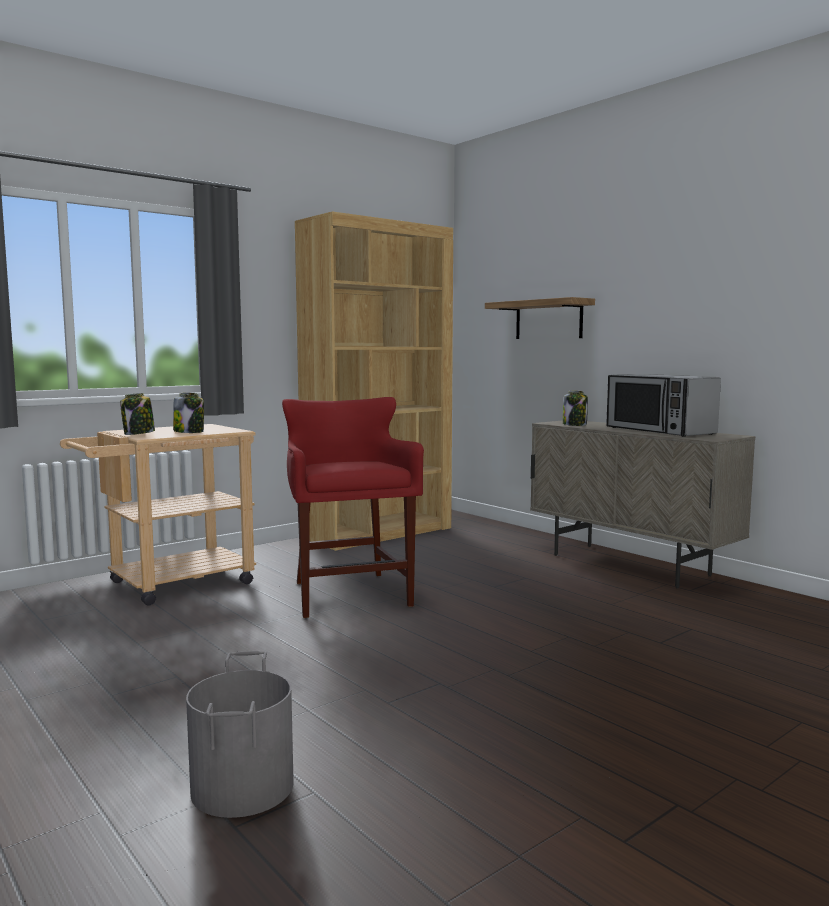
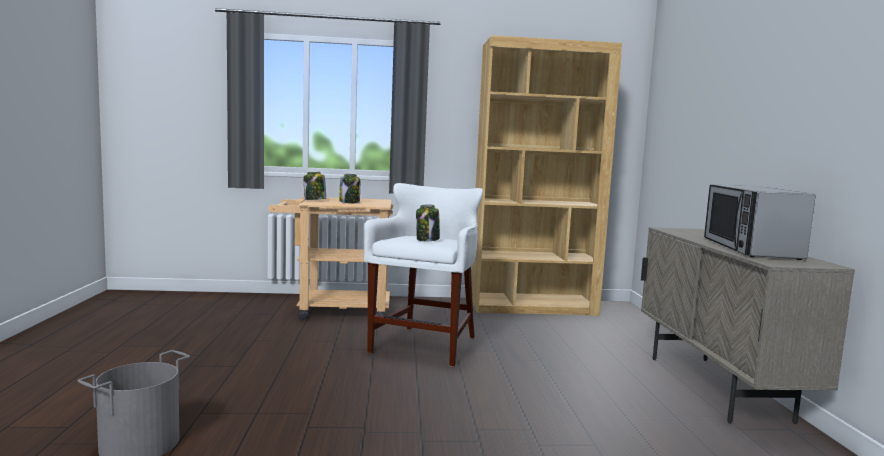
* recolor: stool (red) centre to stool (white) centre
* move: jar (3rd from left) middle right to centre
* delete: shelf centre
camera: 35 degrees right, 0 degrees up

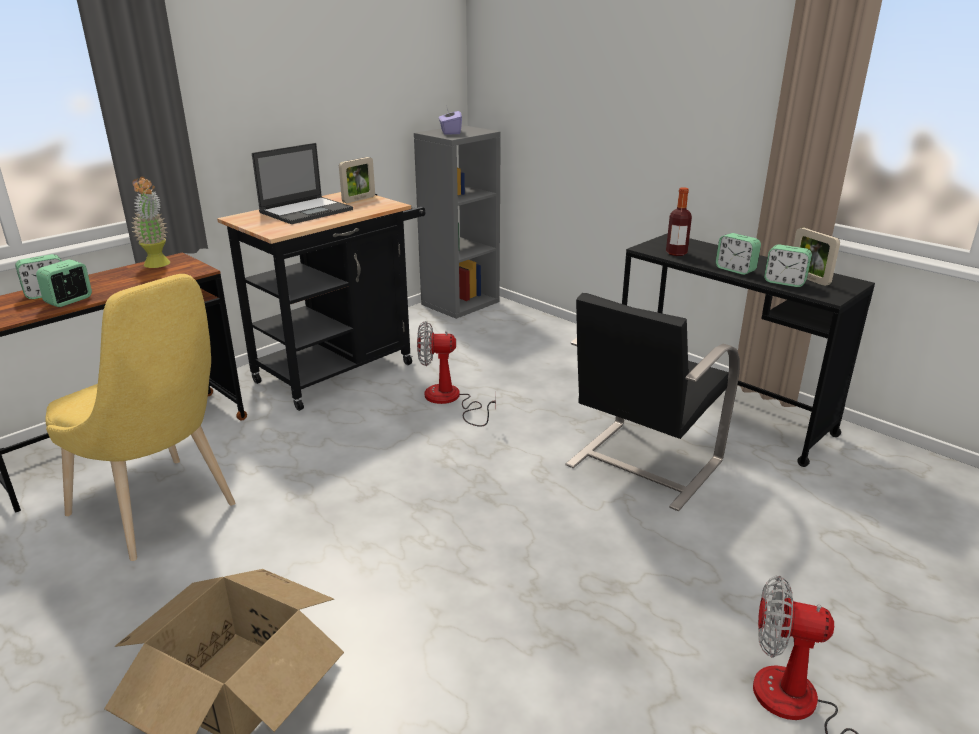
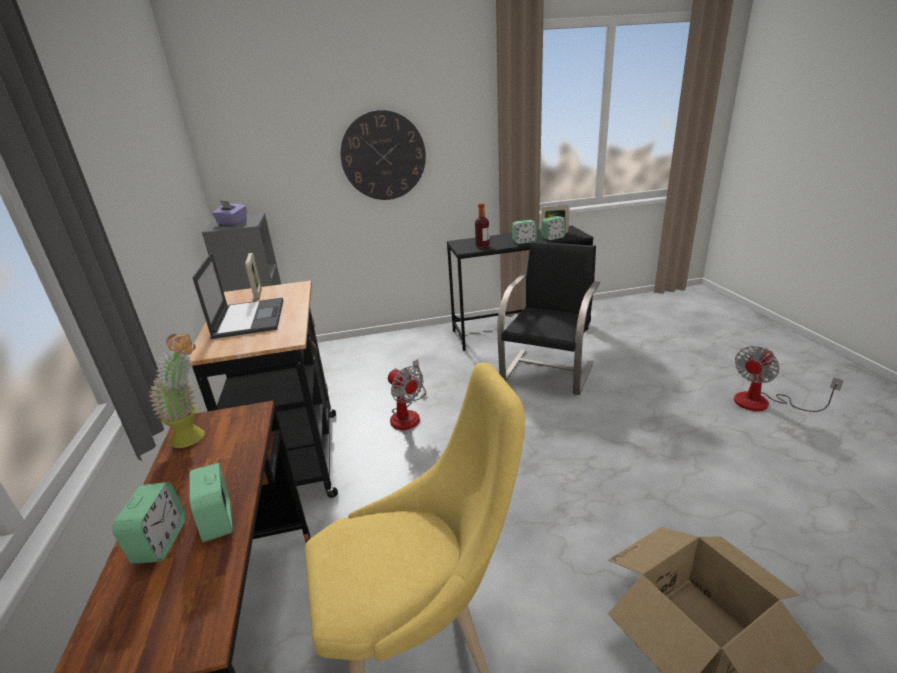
* insert: wall clock top centre
* rotate: fan (1st from left) centre = centre 75 degrees counterclockwise
* rotate: chair (black) centre = centre 135 degrees counterclockwise
camera: 55 degrees left, 0 degrees up

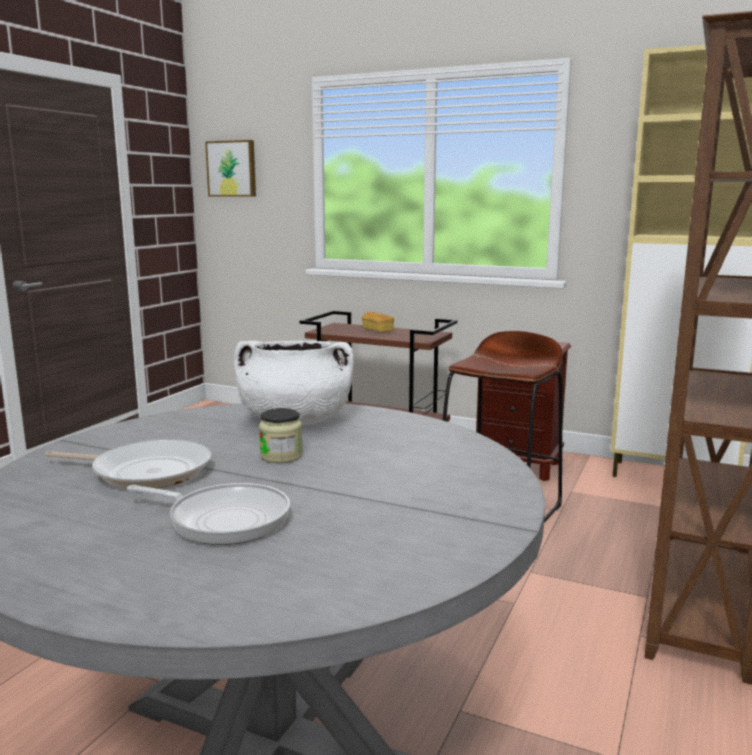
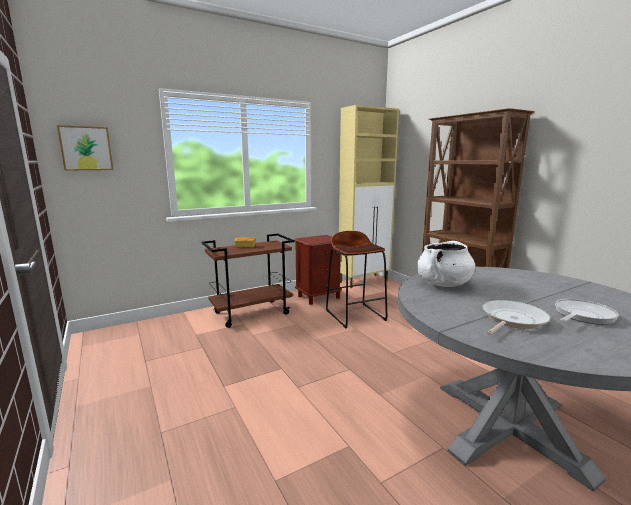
* delete: jar centre
camera: 55 degrees left, 0 degrees up

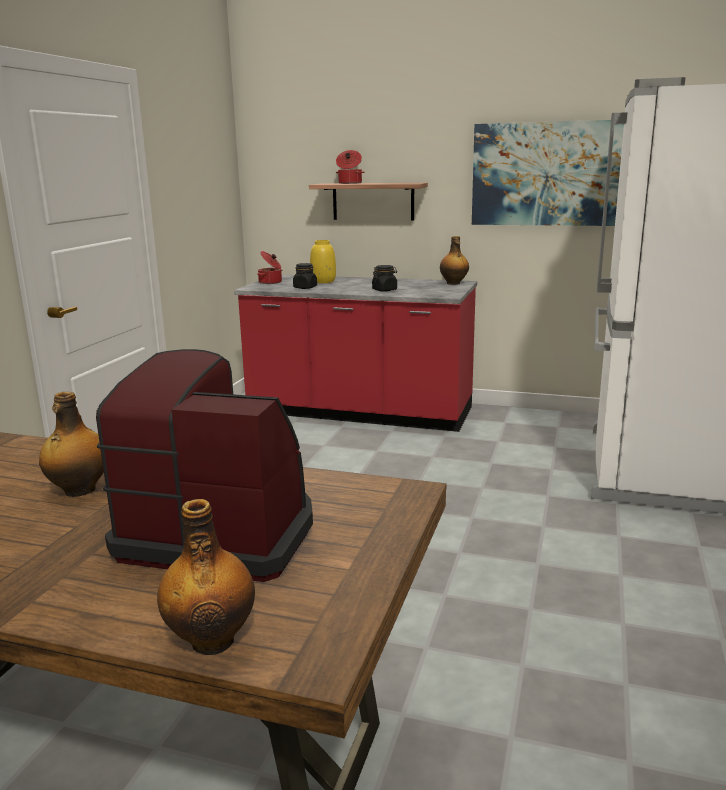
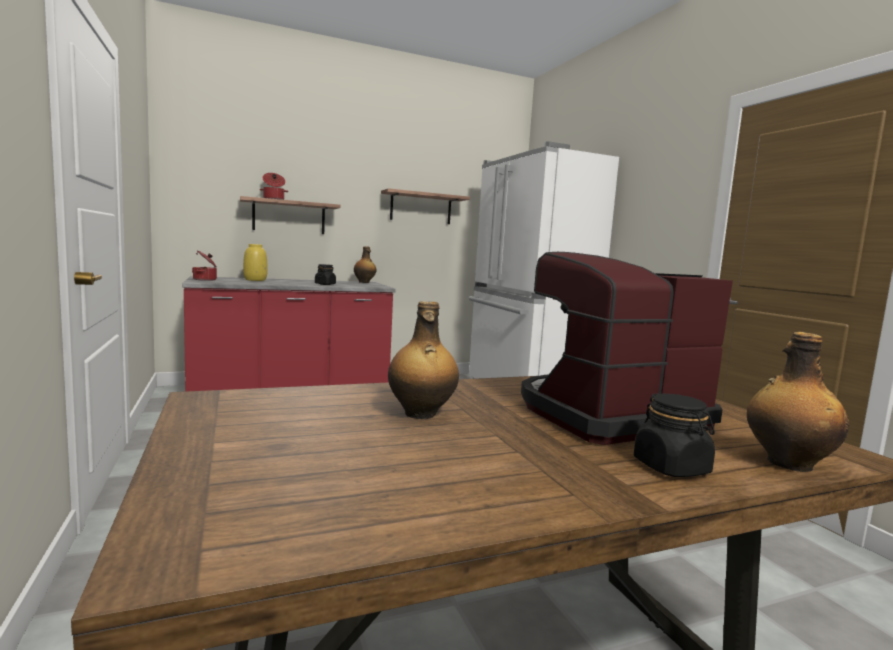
* replace: picture top right to shelf (2nd from left) top centre
* move: jar (black) (1st from left in the first image) centre to jar (black) (2nd from left) bottom right
camera: 40 degrees left, 10 degrees down

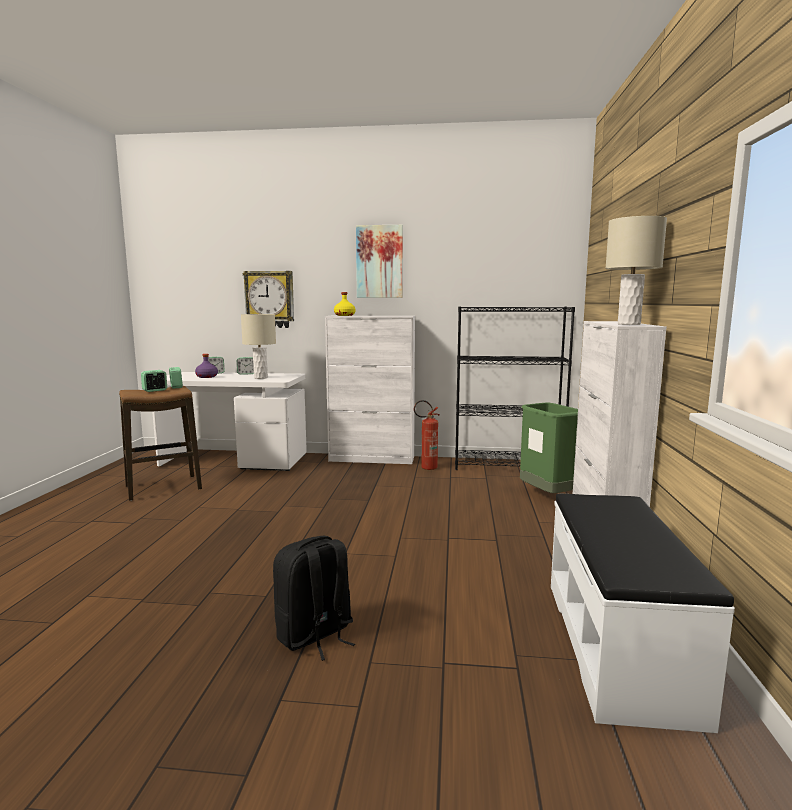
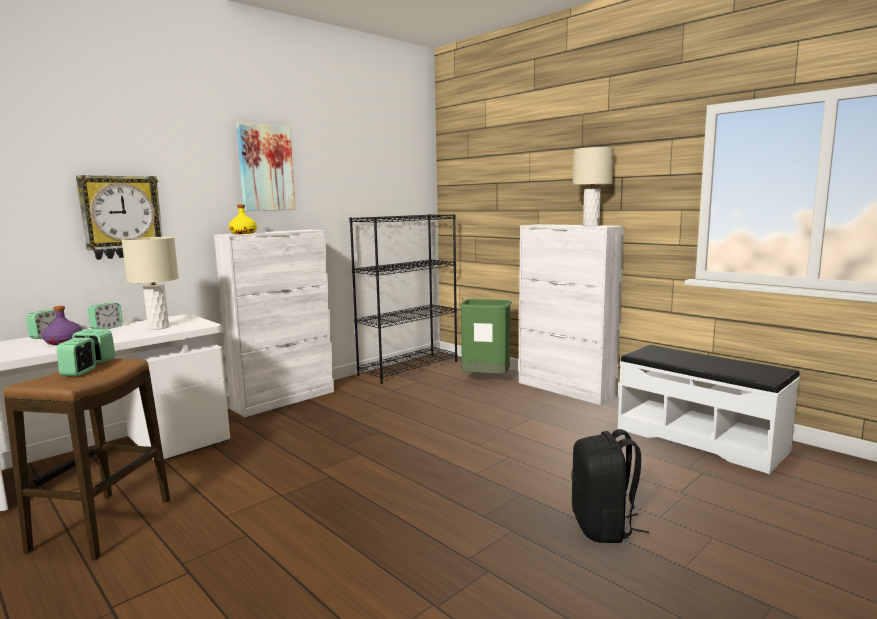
* delete: fire extinguisher centre
camera: 50 degrees left, 0 degrees up

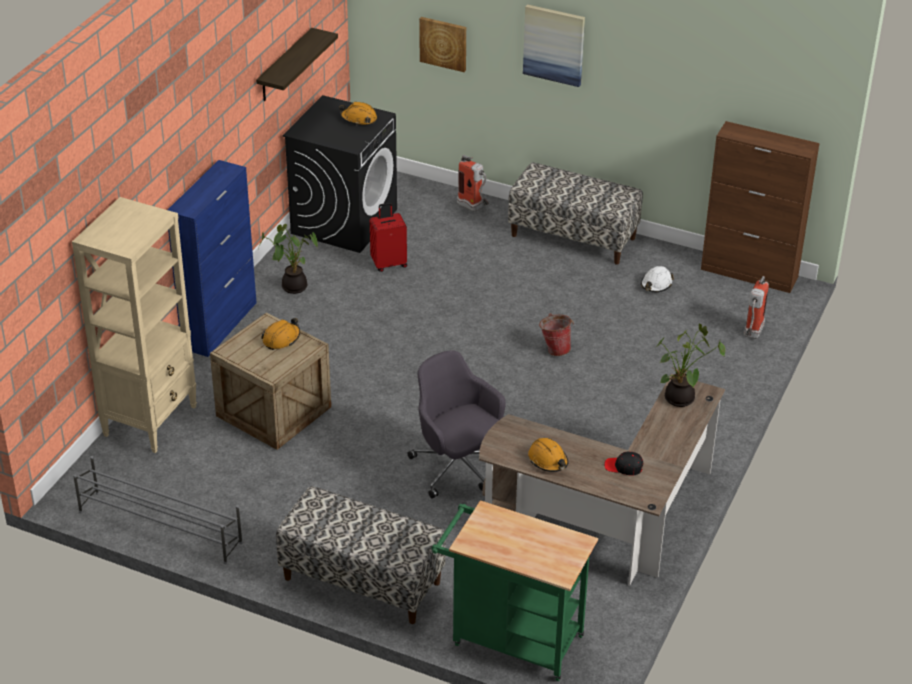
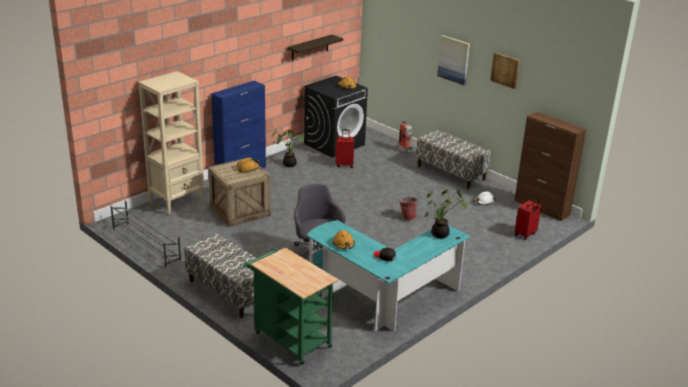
* recolor: desk (brown) bottom centre to desk (turquoise) bottom centre
* move: picture (1st from left in the first image) top centre to picture (2nd from left) top right
* replace: fire extinguisher (2nd from left) middle right to suitcase (red) (2nd from left) middle right
camera: 20 degrees right, 10 degrees down

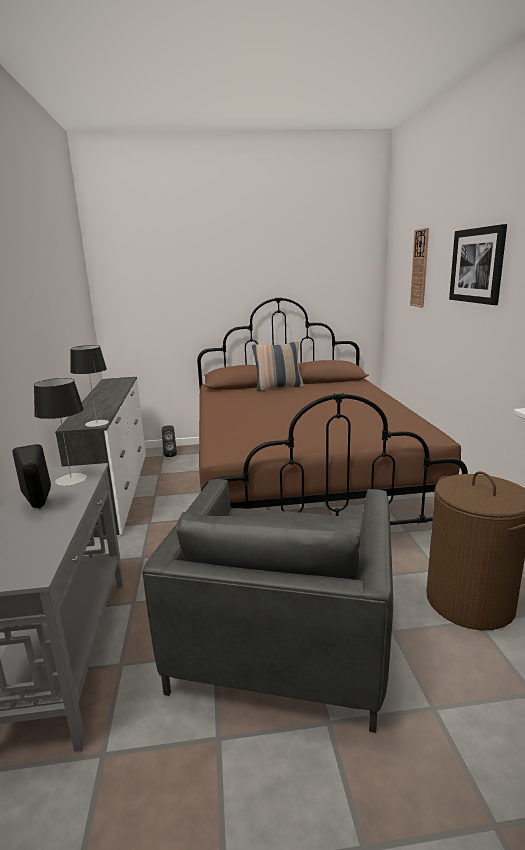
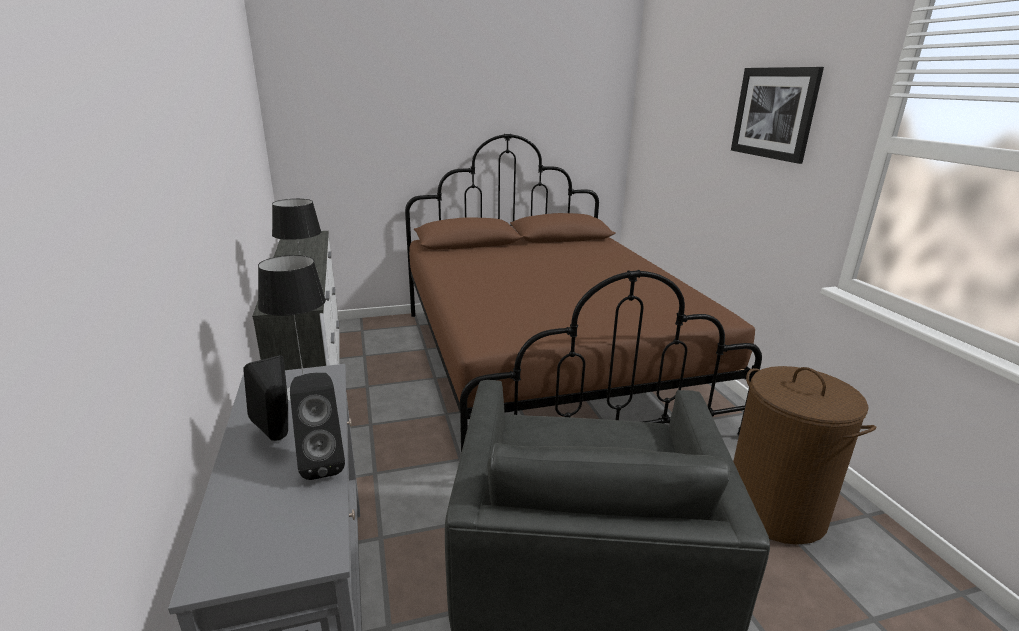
* move: speaker (black) (2nd from left) middle left to bottom left
* delete: pillow centre
* delete: wall clock top right
camera: 10 degrees left, 5 degrees up

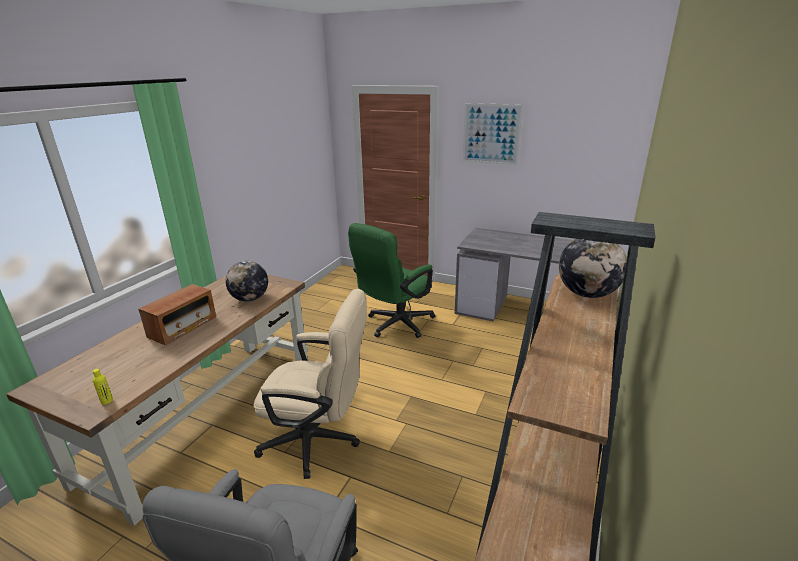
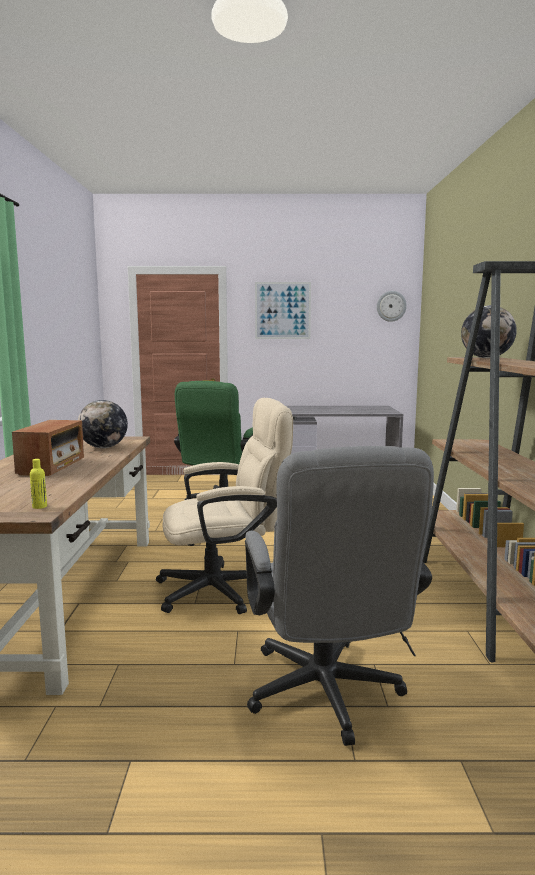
* insert: wall clock middle right
camera: 25 degrees left, 15 degrees down

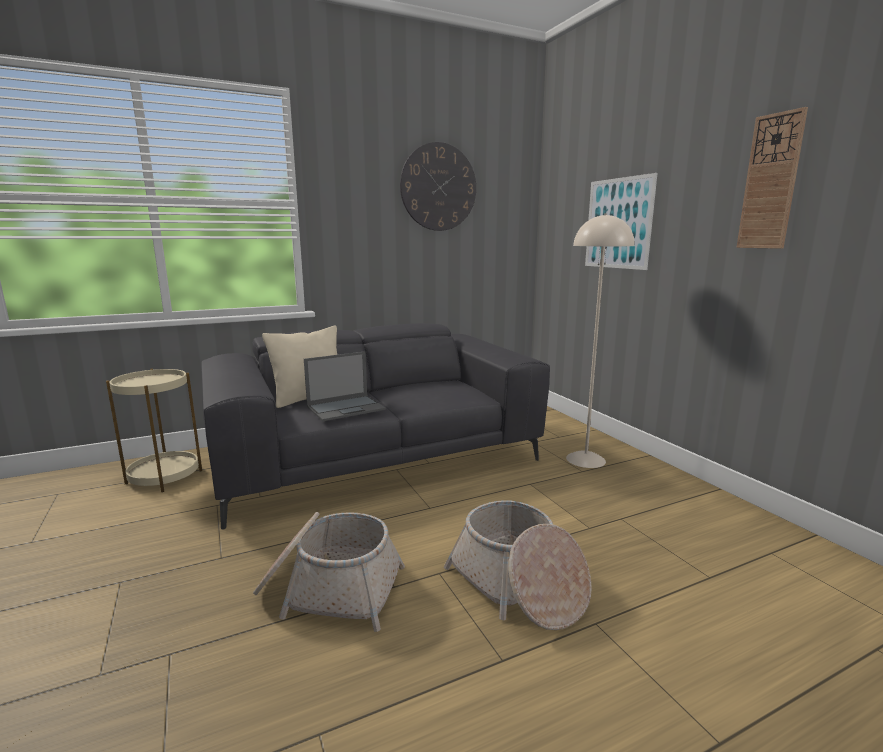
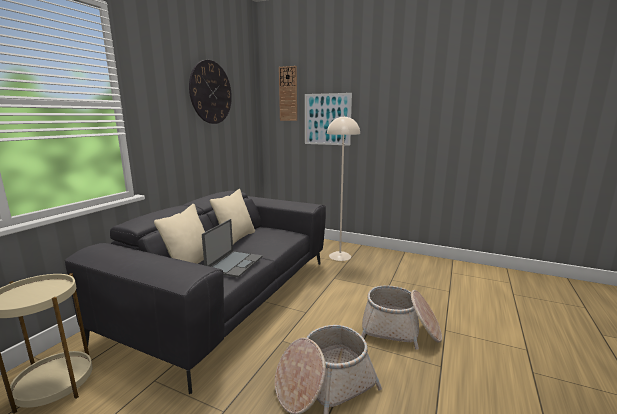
* insert: pillow (beige) (2nd from left) centre
* move: wall clock (2nd from left) top right to top centre
camera: 40 degrees left, 0 degrees up

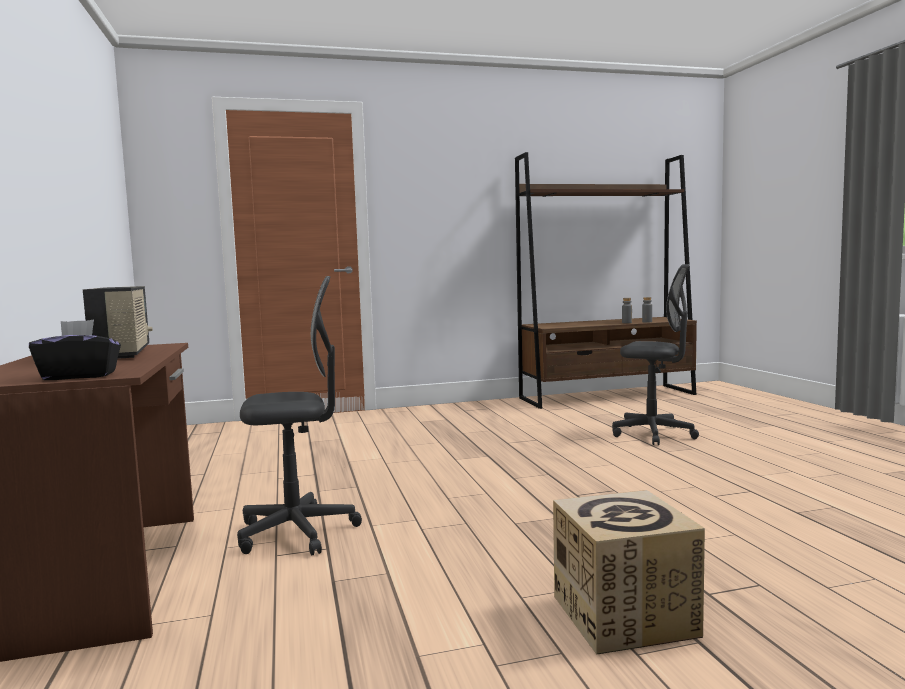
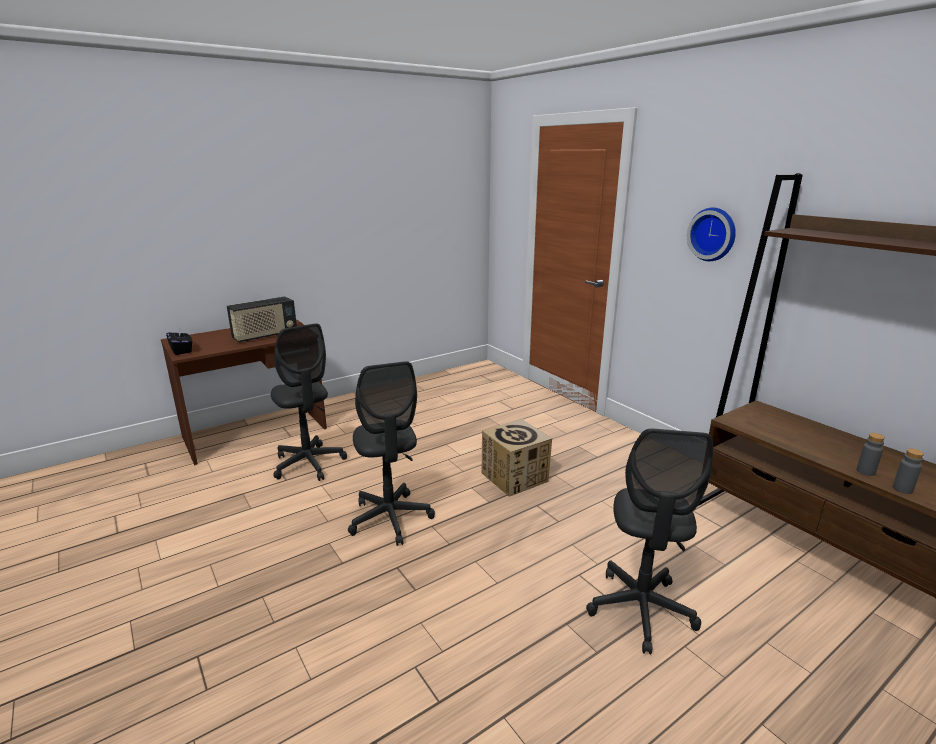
* insert: office chair (grey) (2nd from left) centre
* move: cardboard box bottom right to centre
* insert: wall clock top right
camera: 70 degrees right, 15 degrees up

